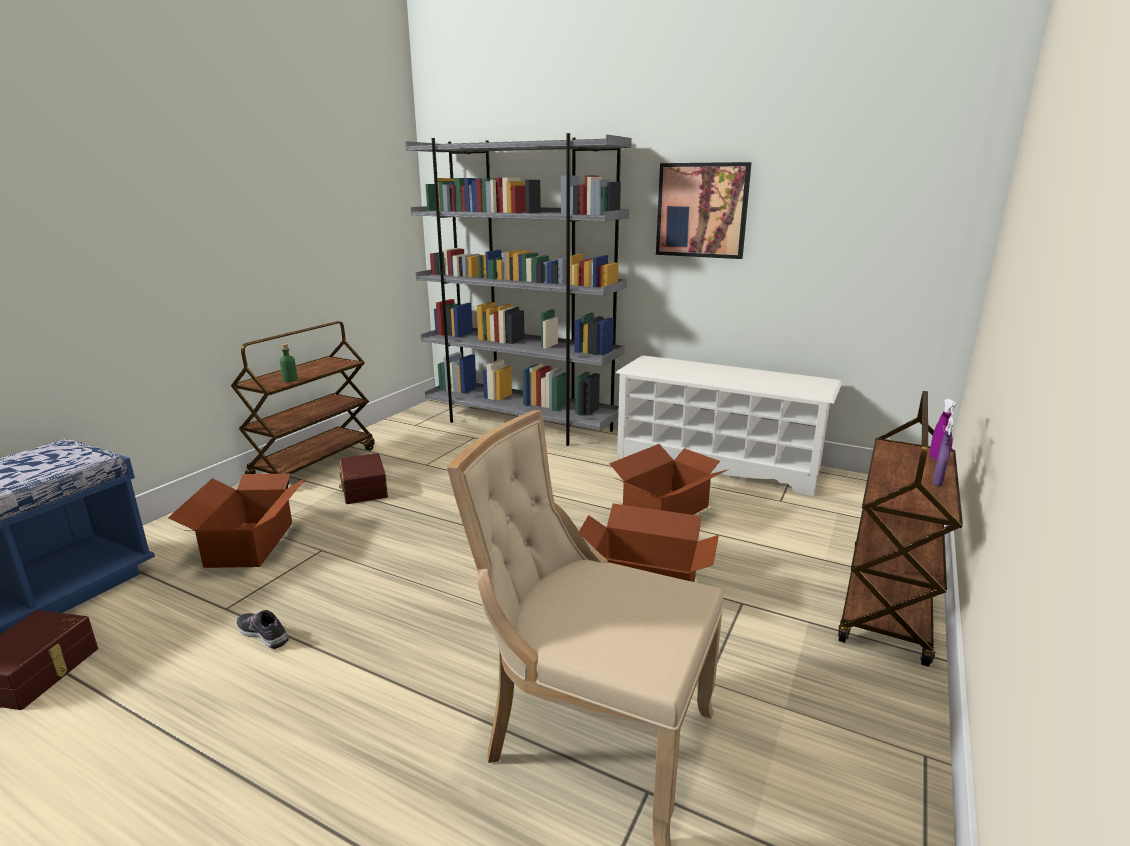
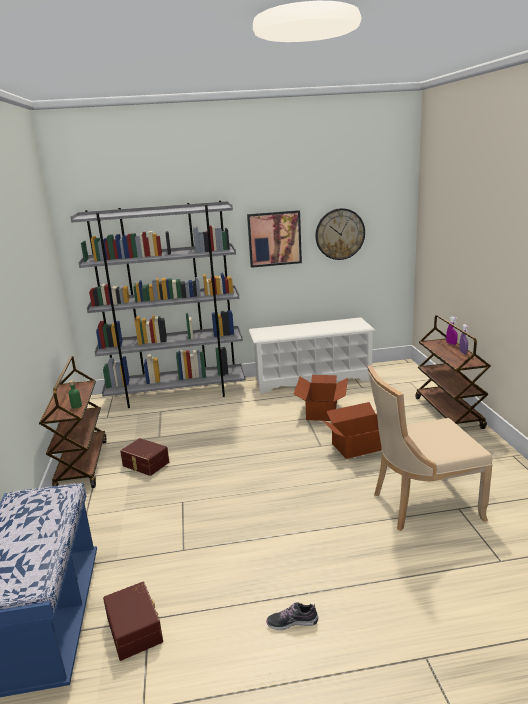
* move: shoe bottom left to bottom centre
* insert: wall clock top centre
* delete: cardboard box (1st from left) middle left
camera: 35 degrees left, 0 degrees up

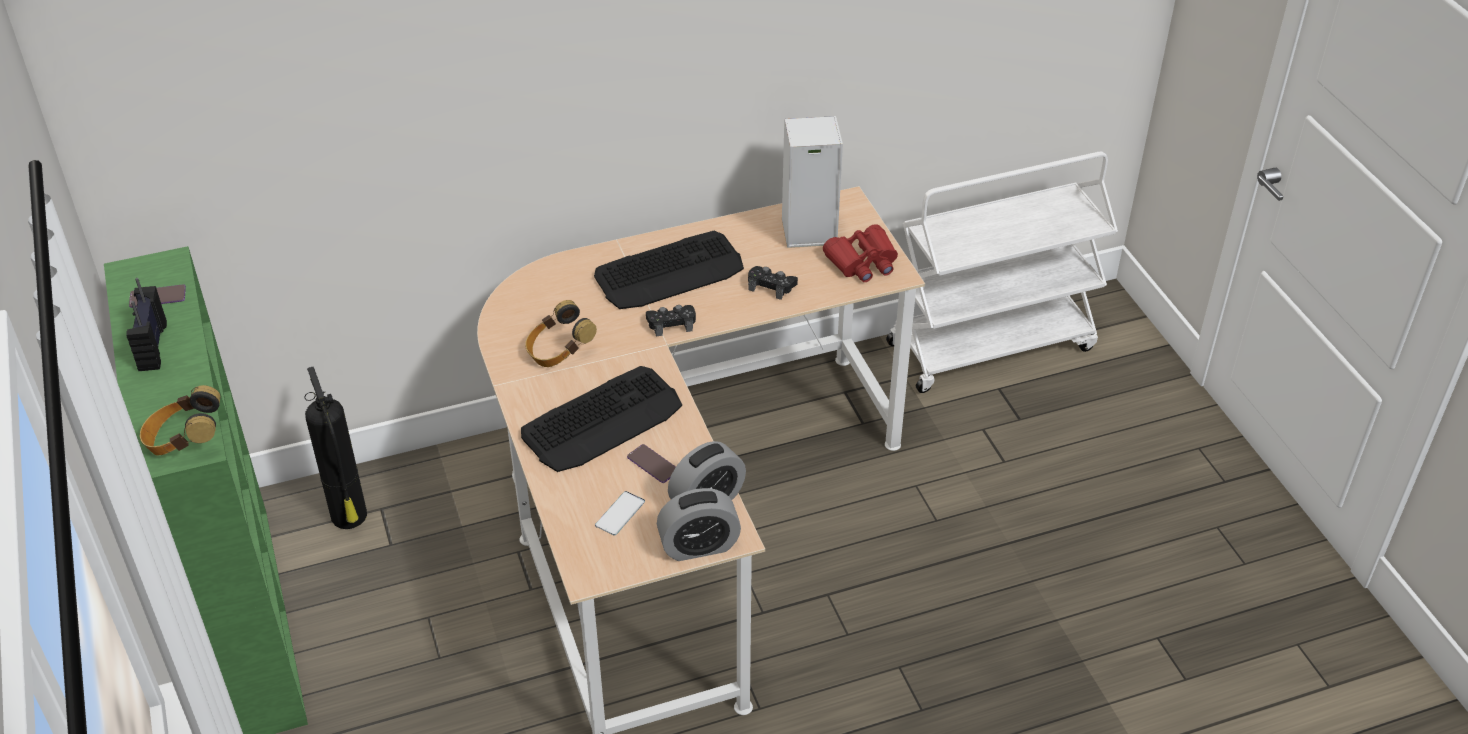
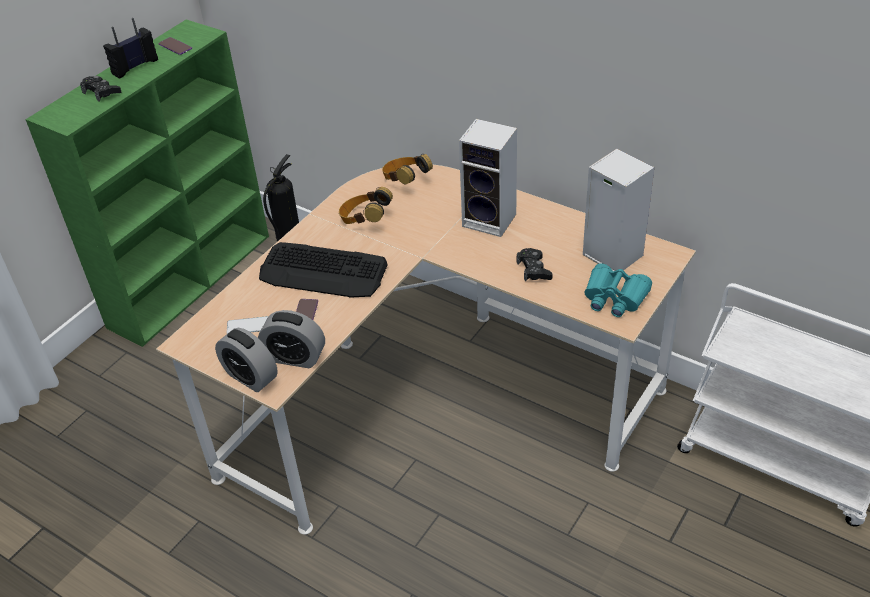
* move: game controller (black) (1st from left) centre to top left
* move: headphones (1st from left in the first image) middle left to headphones (2nd from left) top centre
* replace: keyboard (2nd from left) centre to speaker (1st from left) top centre
* recolor: binoculars (red) centre to binoculars (turquoise) middle right
camera: 55 degrees right, 0 degrees up

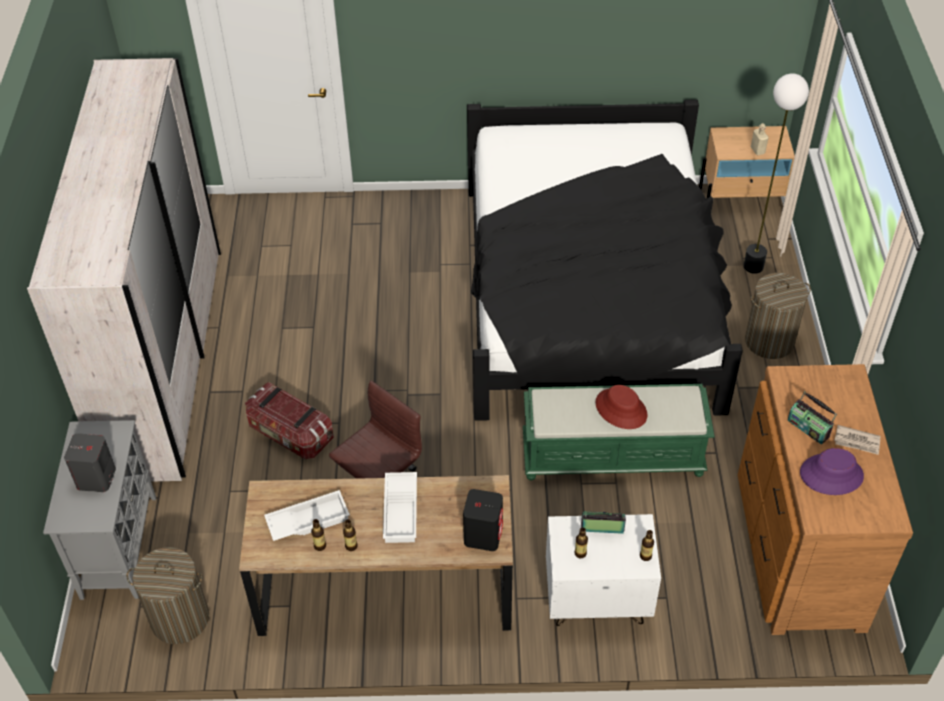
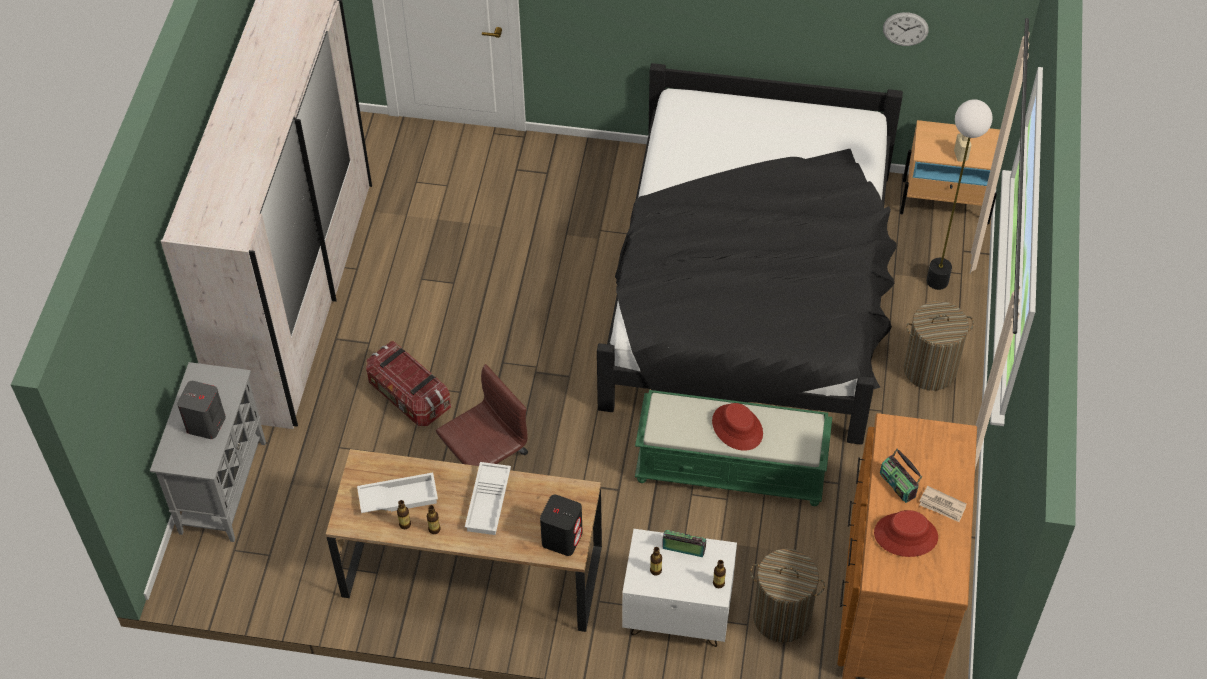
* move: laundry basket (1st from left) bottom left to bottom centre
* recolor: hat (purple) bottom right to hat (red) (2nd from left) bottom right
* insert: wall clock top right
camera: 10 degrees right, 5 degrees up

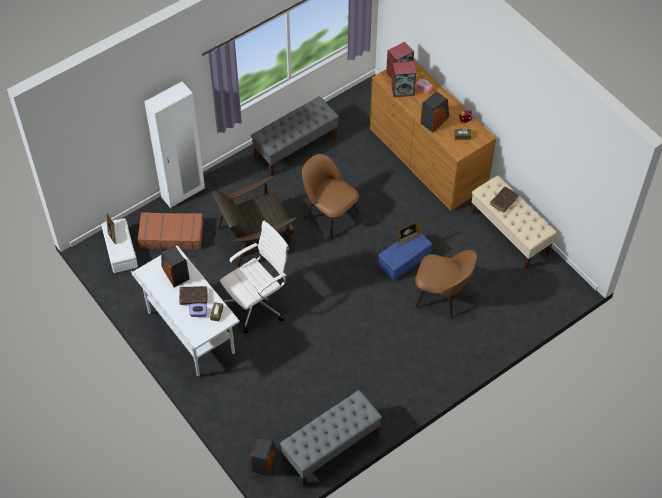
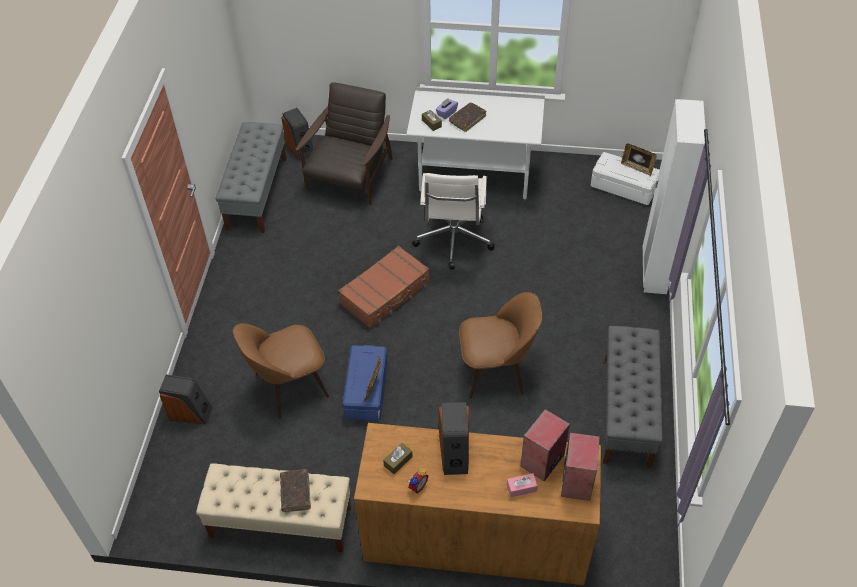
* move: speaker (1st from left) middle left to bottom left
* move: armchair (brown) centre to top centre
* move: suitcase (brown) middle left to centre
camera: 135 degrees right, 5 degrees down

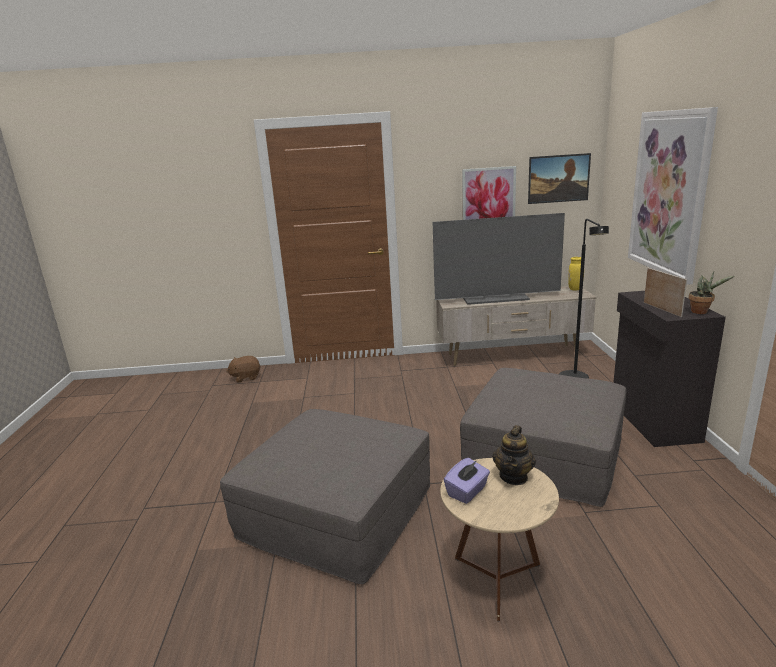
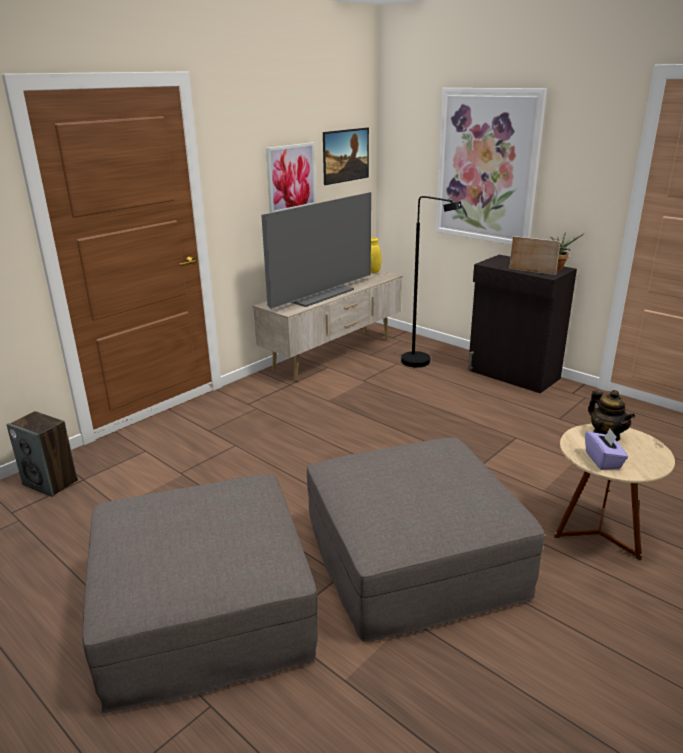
* replace: plush toy (brown) middle left to speaker middle left
* move: ottoman (grey) (2nd from left in the first image) middle right to ottoman (grey) (1st from left) bottom left
camera: 45 degrees left, 5 degrees up

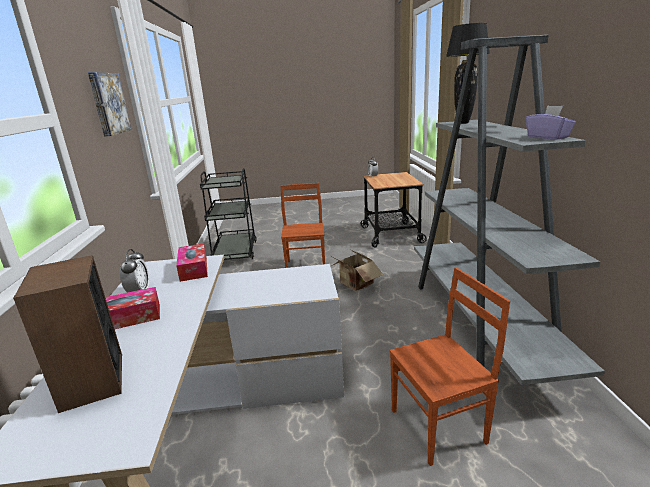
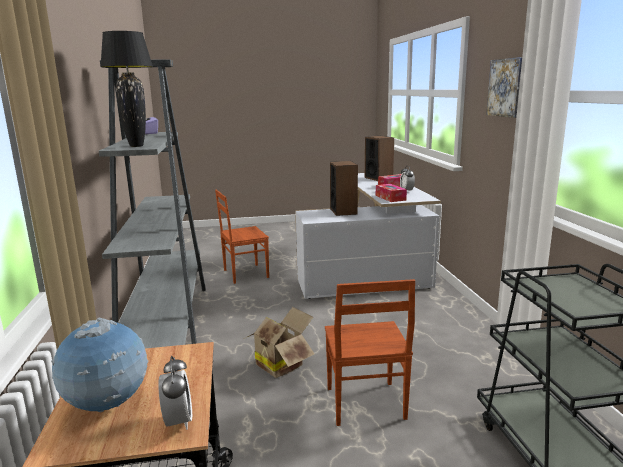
* insert: globe bottom left
* insert: speaker (1st from left) centre
camera: 175 degrees right, 5 degrees down

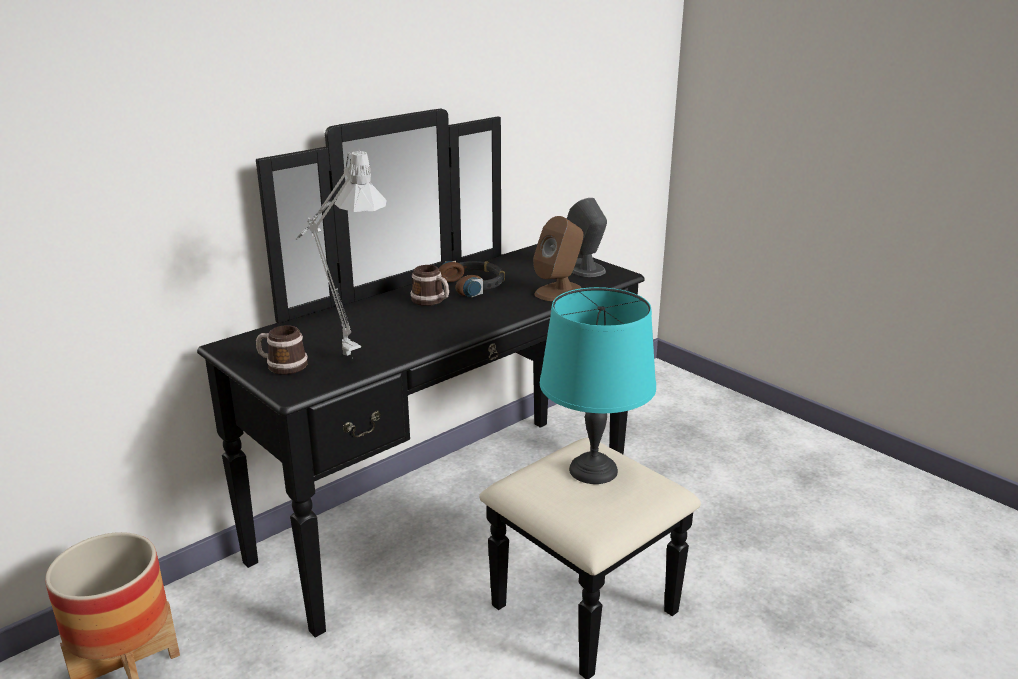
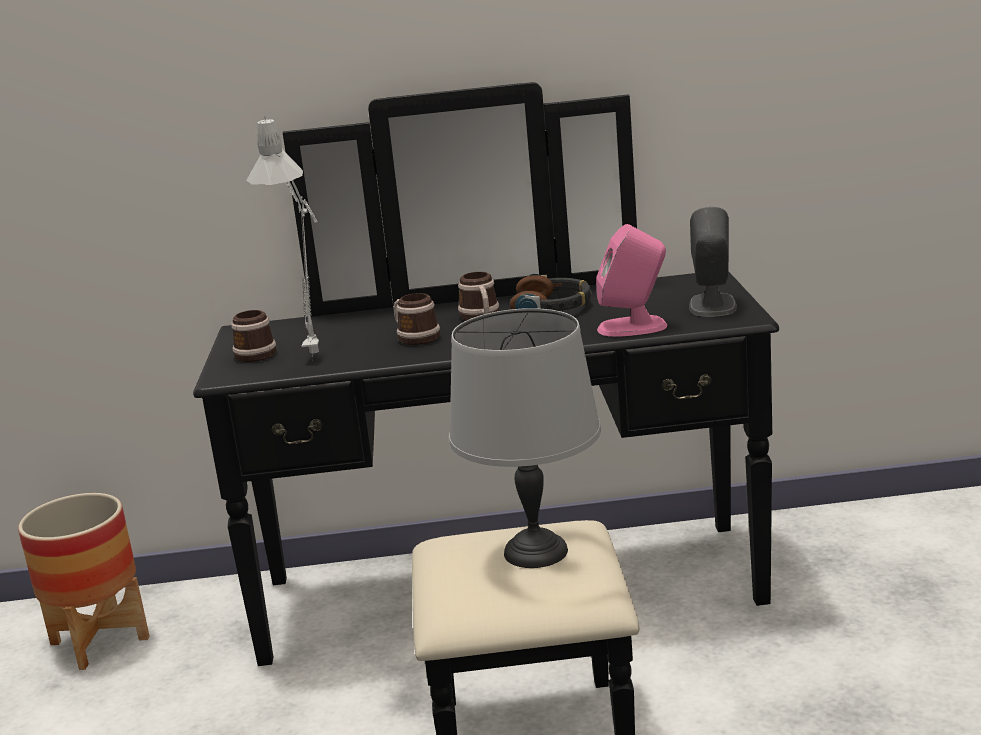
* insert: mug (2nd from left) centre
* recolor: table lamp (turquoise) centre to table lamp (grey) (2nd from left) centre
* recolor: speaker (brown) centre to speaker (pink) centre
camera: 40 degrees right, 5 degrees down

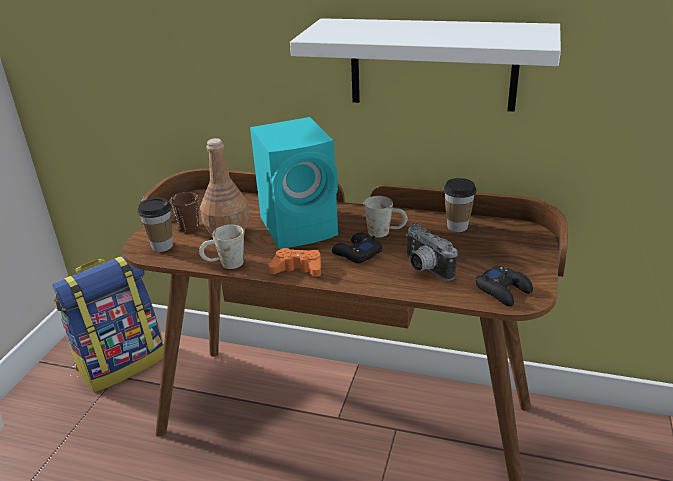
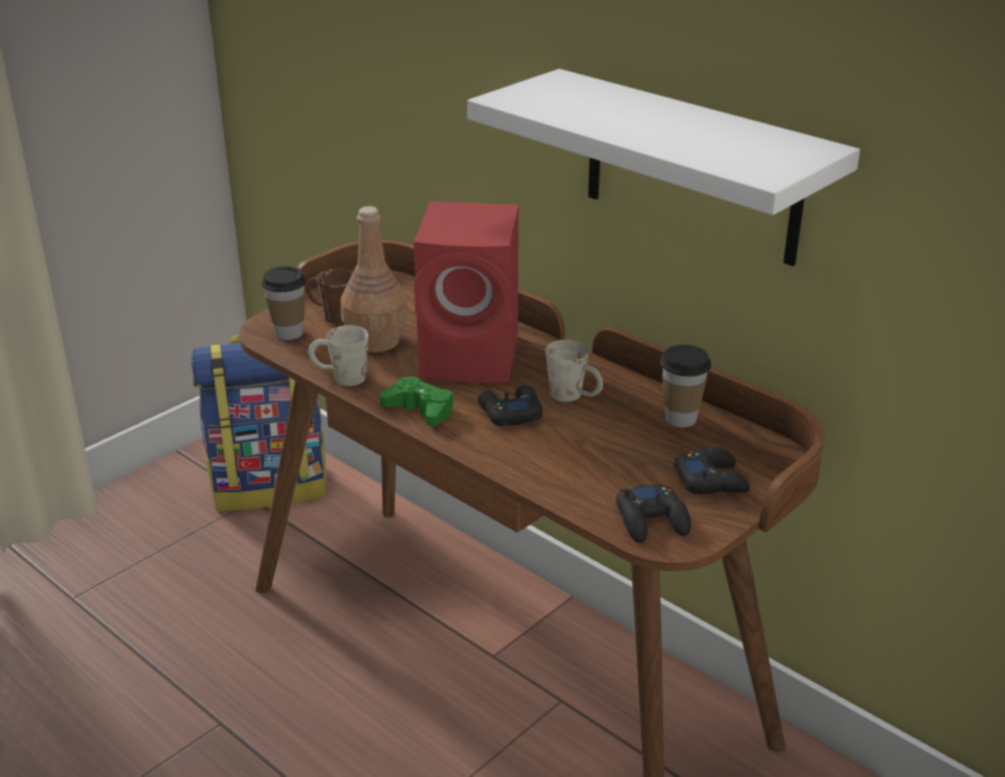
* recolor: game controller (orange) centre to game controller (green) centre
* recolor: speaker (turquoise) centre to speaker (red) centre
* insert: game controller (black) (3rd from left) middle right
* delete: photo camera centre
camera: 25 degrees right, 0 degrees up

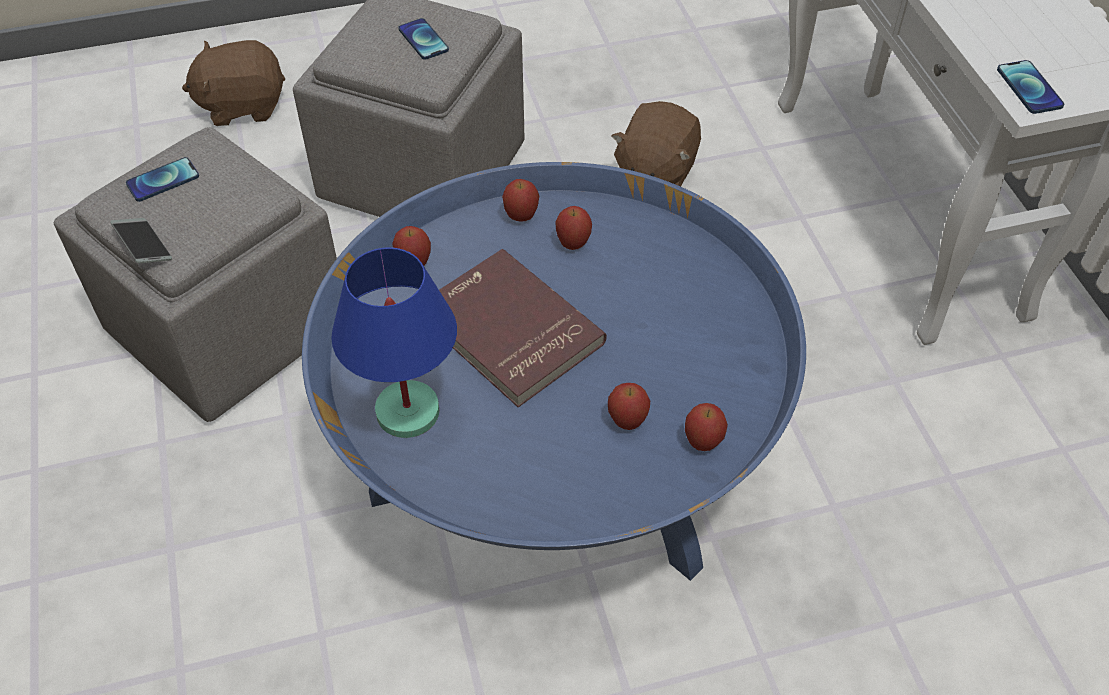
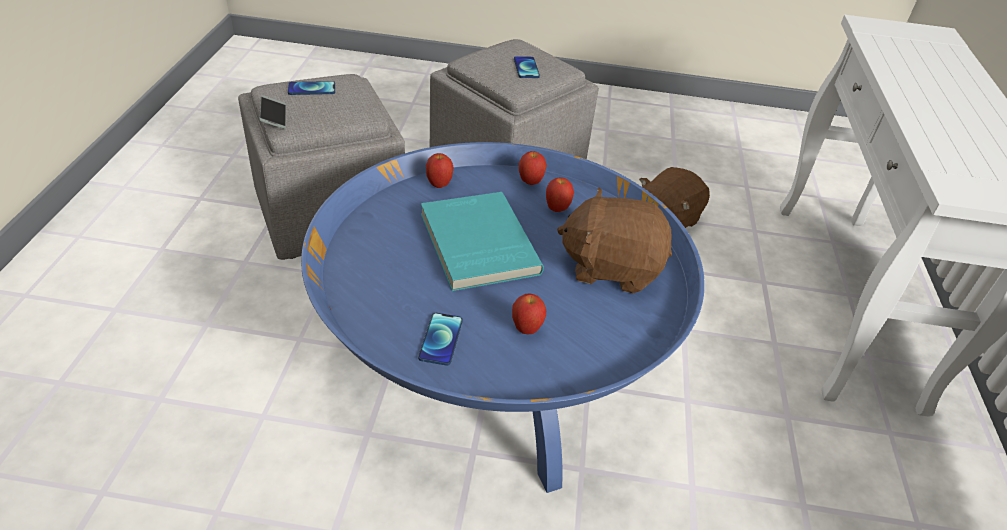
* move: phone (4th from left in the first image) top right to phone (3rd from left) centre
* recolor: book (red) centre to book (turquoise) centre
* move: plush toy (brown) (1st from left) top left to centre
* delete: table lamp (blue) centre
* delete: apple (5th from left) centre
camera: 20 degrees right, 10 degrees down

